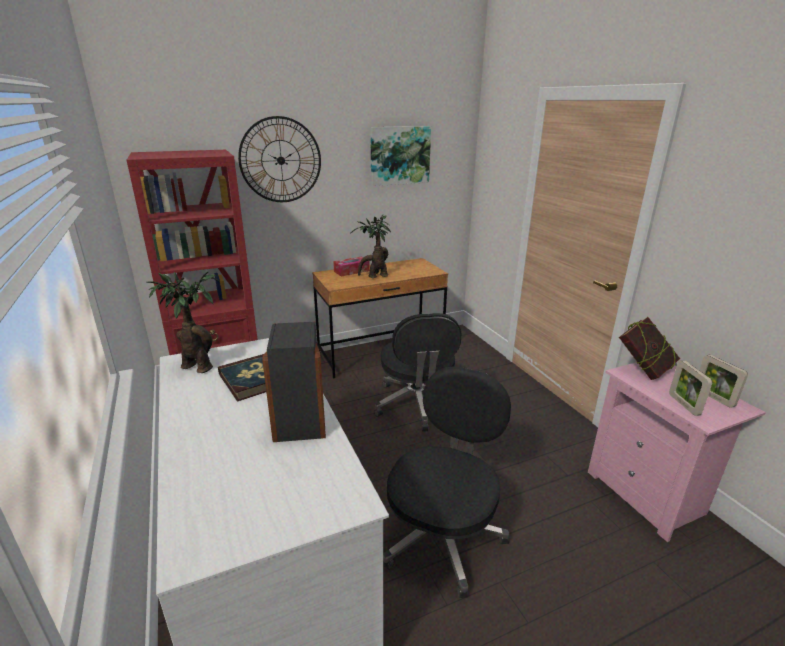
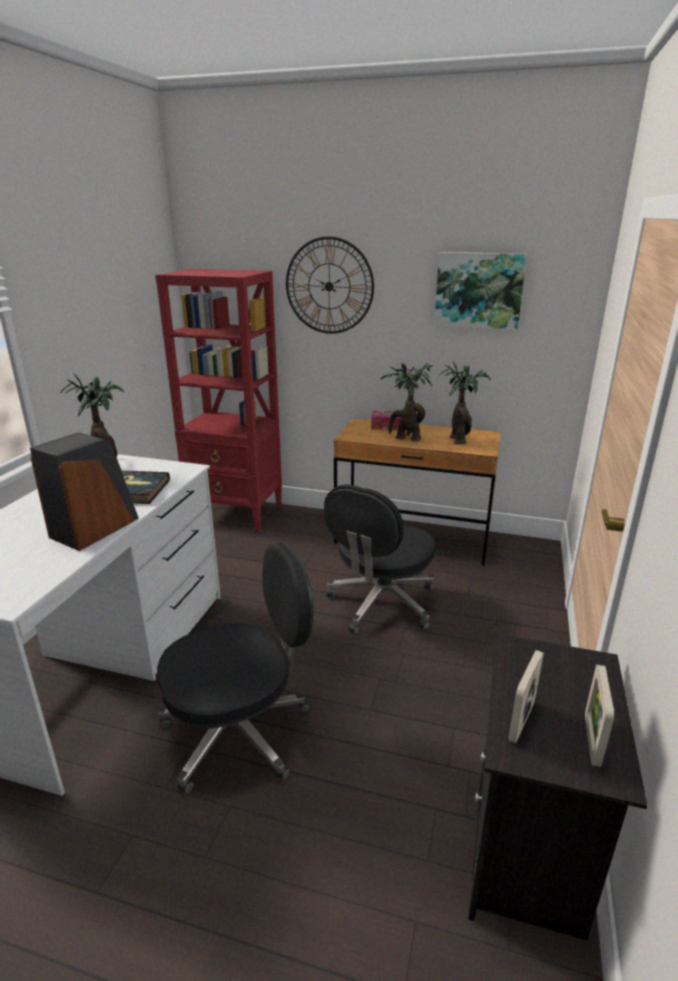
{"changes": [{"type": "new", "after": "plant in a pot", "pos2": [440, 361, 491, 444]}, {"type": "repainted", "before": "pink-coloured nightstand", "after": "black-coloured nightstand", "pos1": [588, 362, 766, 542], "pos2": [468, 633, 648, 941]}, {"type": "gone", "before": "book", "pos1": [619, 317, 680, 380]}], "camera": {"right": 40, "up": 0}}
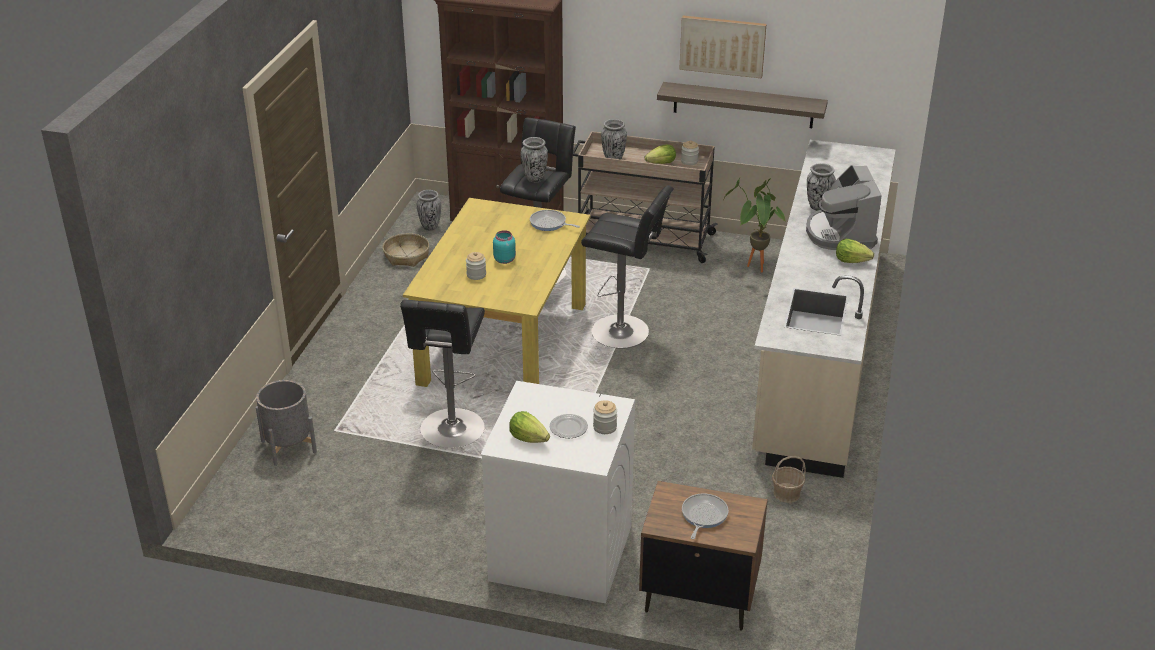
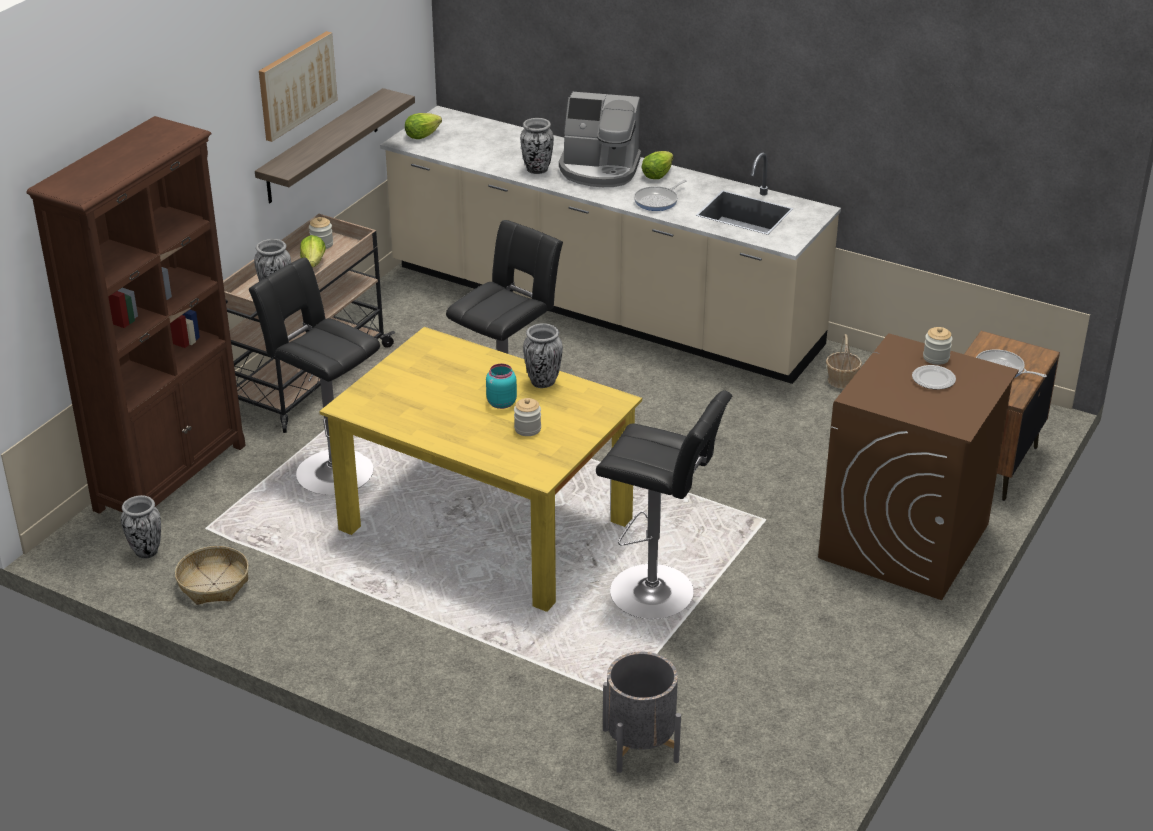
{"changes": [{"type": "shifted", "before": "lettuce head", "pos1": [509, 411, 550, 443], "pos2": [405, 113, 442, 139]}, {"type": "shifted", "before": "decorative vase", "pos1": [521, 137, 548, 183], "pos2": [523, 323, 563, 388]}, {"type": "shifted", "before": "skillet", "pos1": [530, 210, 580, 231], "pos2": [634, 180, 687, 211]}, {"type": "repainted", "before": "white-coloured laundry machine", "after": "brown-coloured laundry machine", "pos1": [480, 381, 635, 603], "pos2": [818, 334, 1019, 600]}, {"type": "gone", "before": "plant in a pot", "pos1": [723, 178, 786, 273]}], "camera": {"right": -75, "up": 0}}
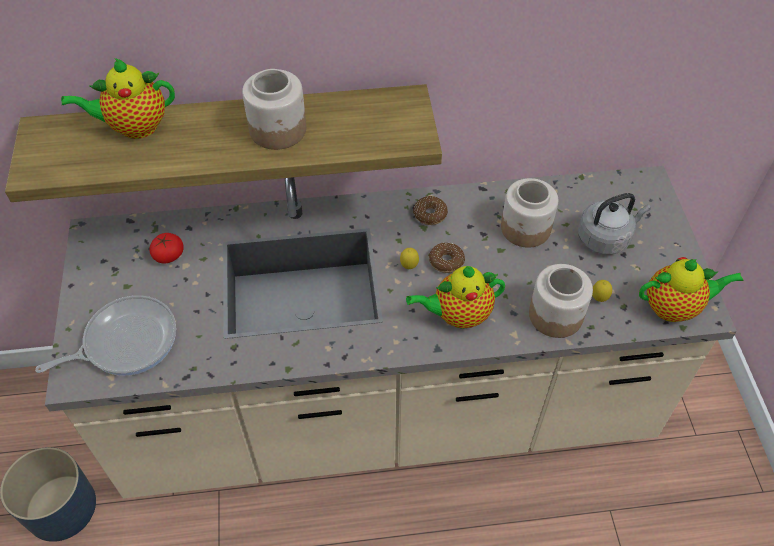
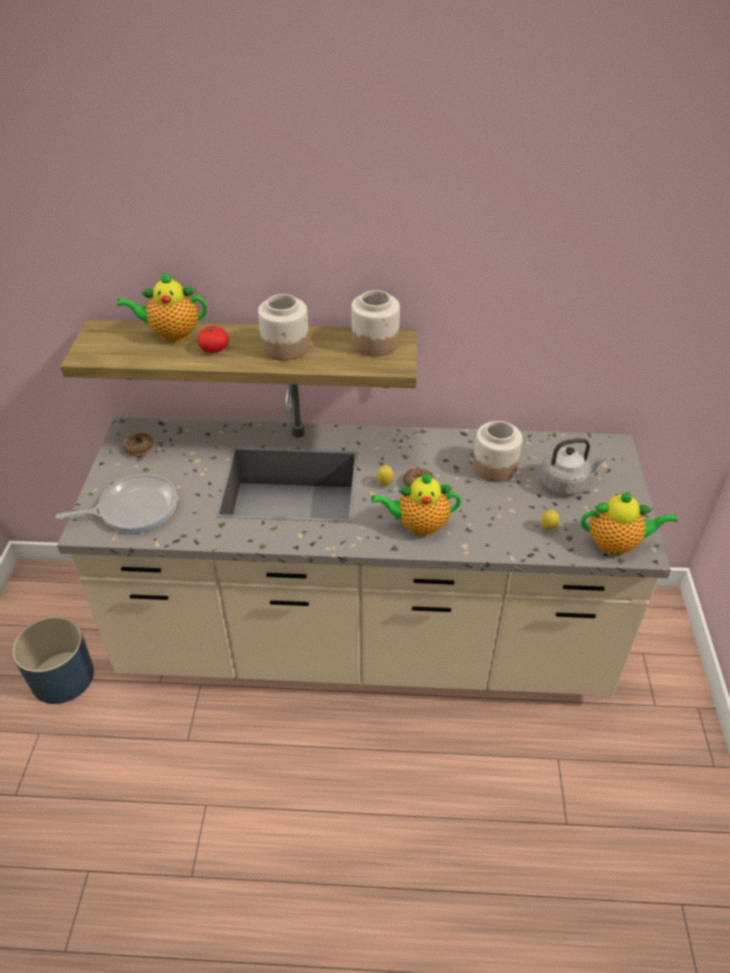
{"changes": [{"type": "shifted", "before": "doughnut", "pos1": [413, 196, 448, 225], "pos2": [123, 433, 154, 456]}, {"type": "shifted", "before": "whole tomato", "pos1": [150, 233, 184, 264], "pos2": [197, 326, 229, 353]}, {"type": "shifted", "before": "storage jar", "pos1": [529, 264, 593, 338], "pos2": [351, 290, 400, 357]}], "camera": {"right": 10, "up": -10}}
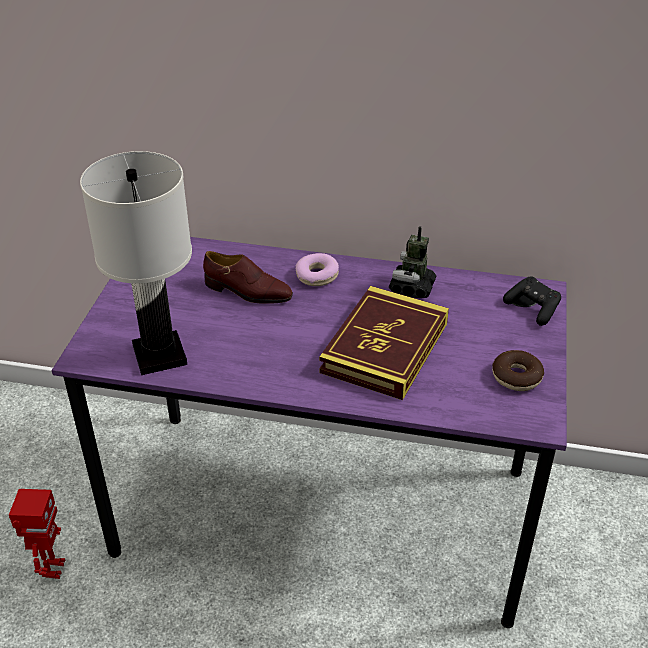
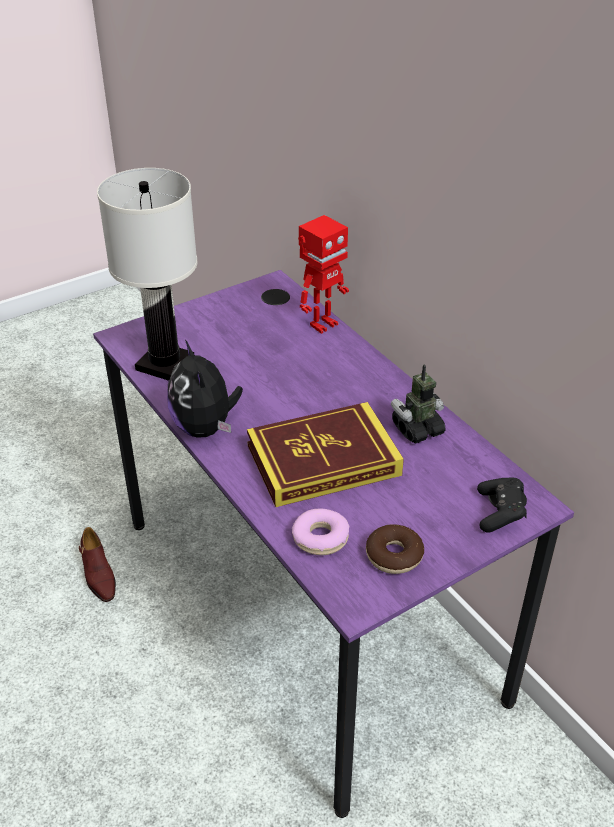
{"changes": [{"type": "shifted", "before": "brown-coloured shoe", "pos1": [203, 251, 293, 304], "pos2": [79, 527, 116, 602]}, {"type": "new", "after": "cuddly toy", "pos2": [167, 340, 243, 438]}, {"type": "shifted", "before": "doughnut", "pos1": [295, 253, 339, 286], "pos2": [292, 508, 349, 555]}, {"type": "shifted", "before": "model robot", "pos1": [9, 489, 65, 579], "pos2": [298, 215, 349, 334]}], "camera": {"right": 45, "up": 0}}
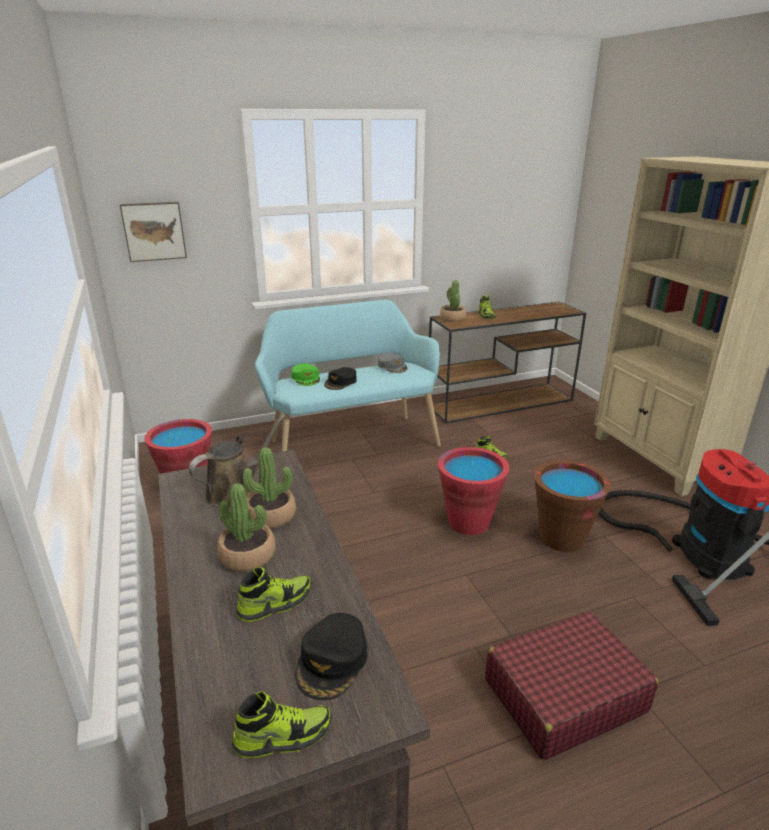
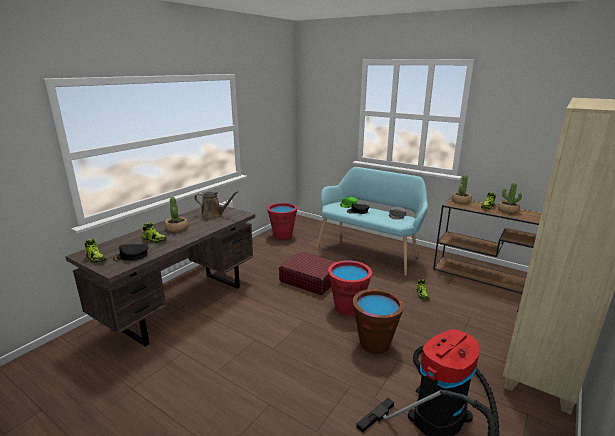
{"changes": [{"type": "shifted", "before": "red-coloured suitcase", "pos1": [485, 611, 659, 760], "pos2": [279, 252, 336, 295]}, {"type": "shifted", "before": "plant in a pot", "pos1": [243, 447, 296, 529], "pos2": [498, 182, 522, 214]}, {"type": "gone", "before": "wall art", "pos1": [120, 202, 187, 262]}], "camera": {"right": 55, "up": -5}}
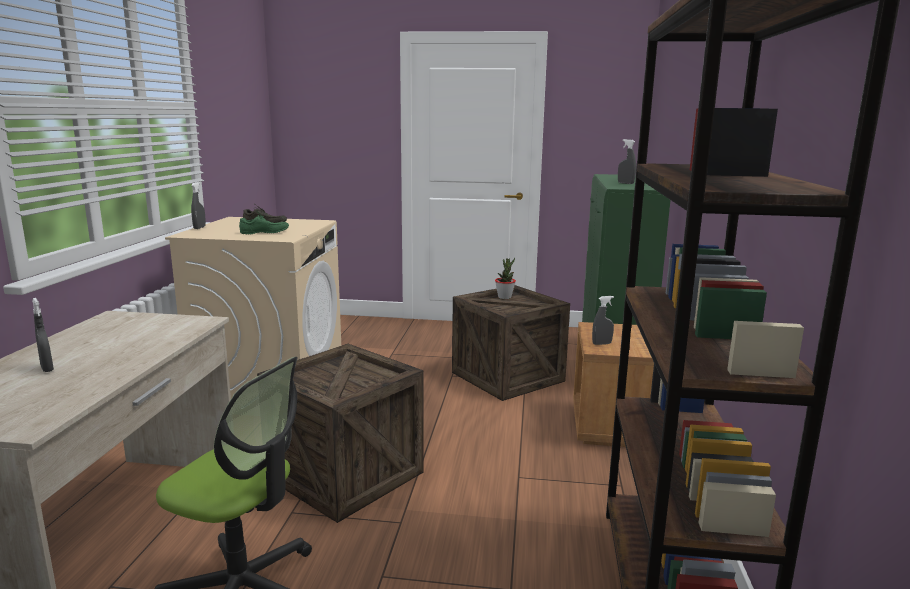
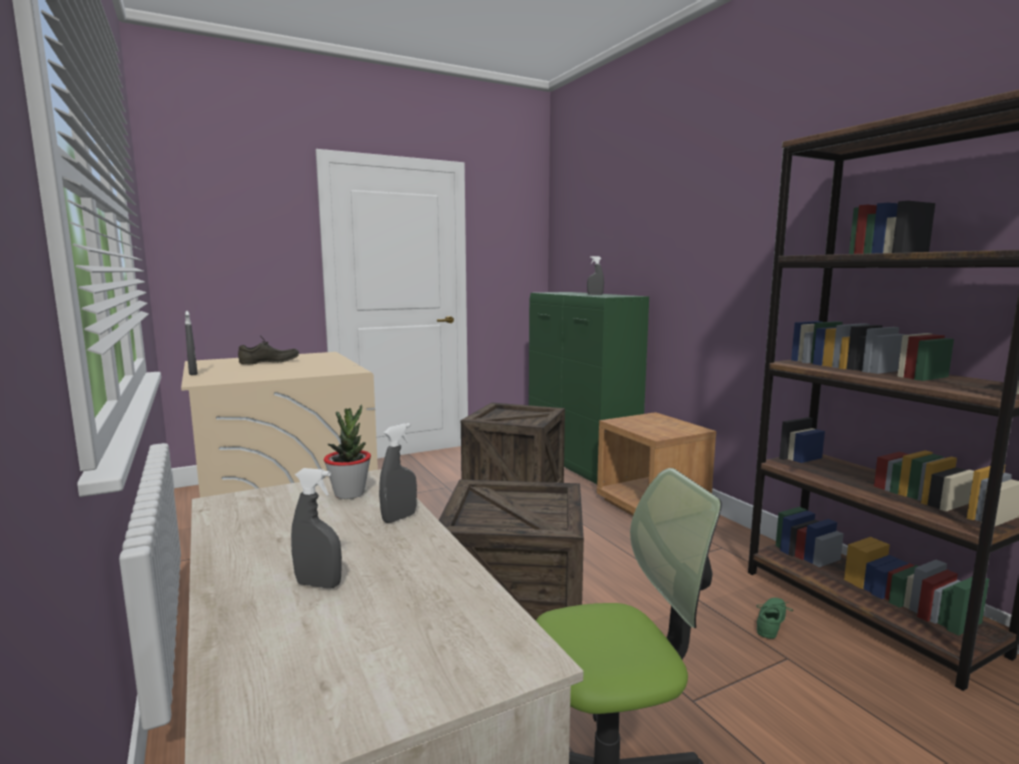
{"changes": [{"type": "shifted", "before": "plant in a pot", "pos1": [495, 258, 516, 299], "pos2": [324, 405, 371, 499]}, {"type": "shifted", "before": "gray sprayer", "pos1": [592, 296, 614, 345], "pos2": [379, 423, 417, 523]}, {"type": "shifted", "before": "green-coloured shoe", "pos1": [239, 210, 289, 235], "pos2": [756, 598, 793, 639]}], "camera": {"right": -35, "up": -5}}
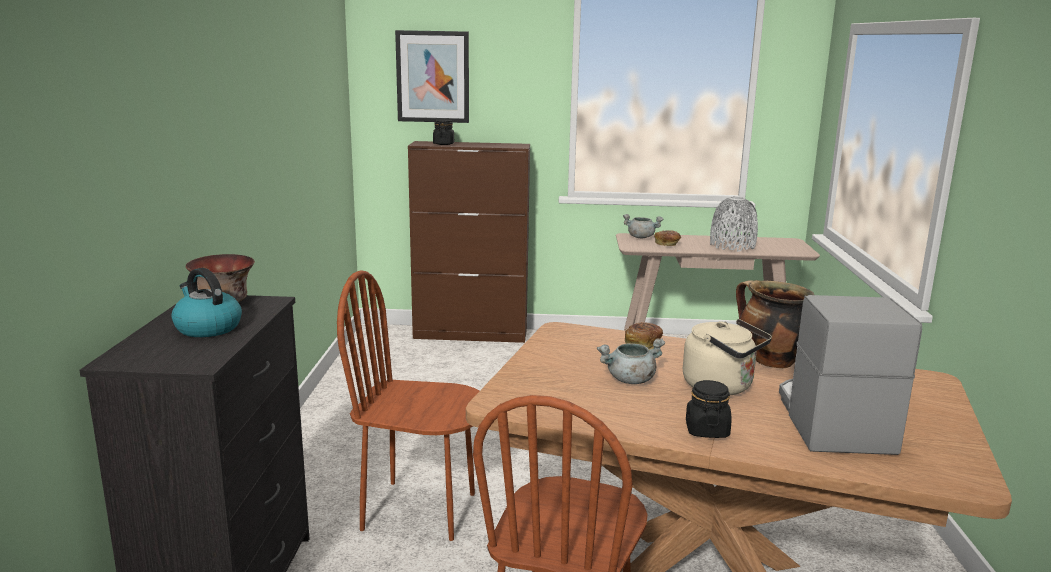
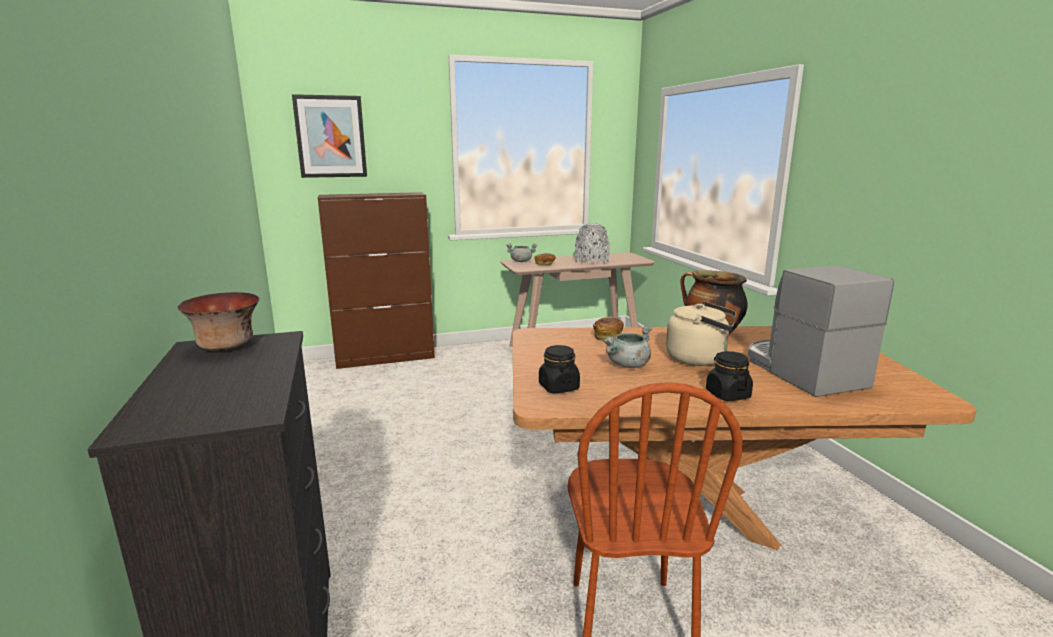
{"changes": [{"type": "shifted", "before": "black-coloured storage jar", "pos1": [433, 119, 454, 145], "pos2": [539, 345, 580, 393]}, {"type": "gone", "before": "tea kettle", "pos1": [172, 268, 242, 337]}, {"type": "gone", "before": "brown-coloured chair", "pos1": [337, 270, 479, 541]}], "camera": {"right": -20, "up": 0}}
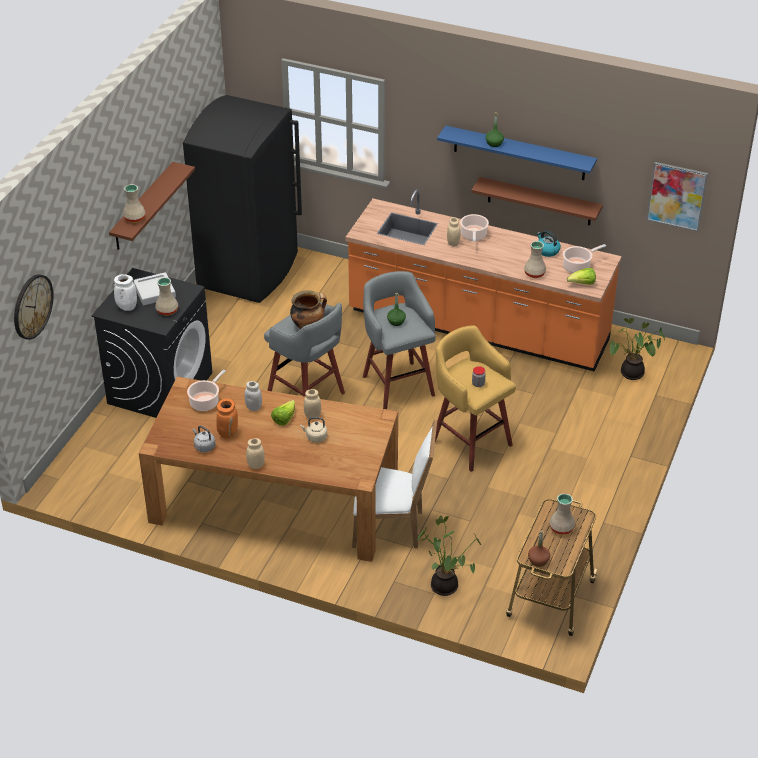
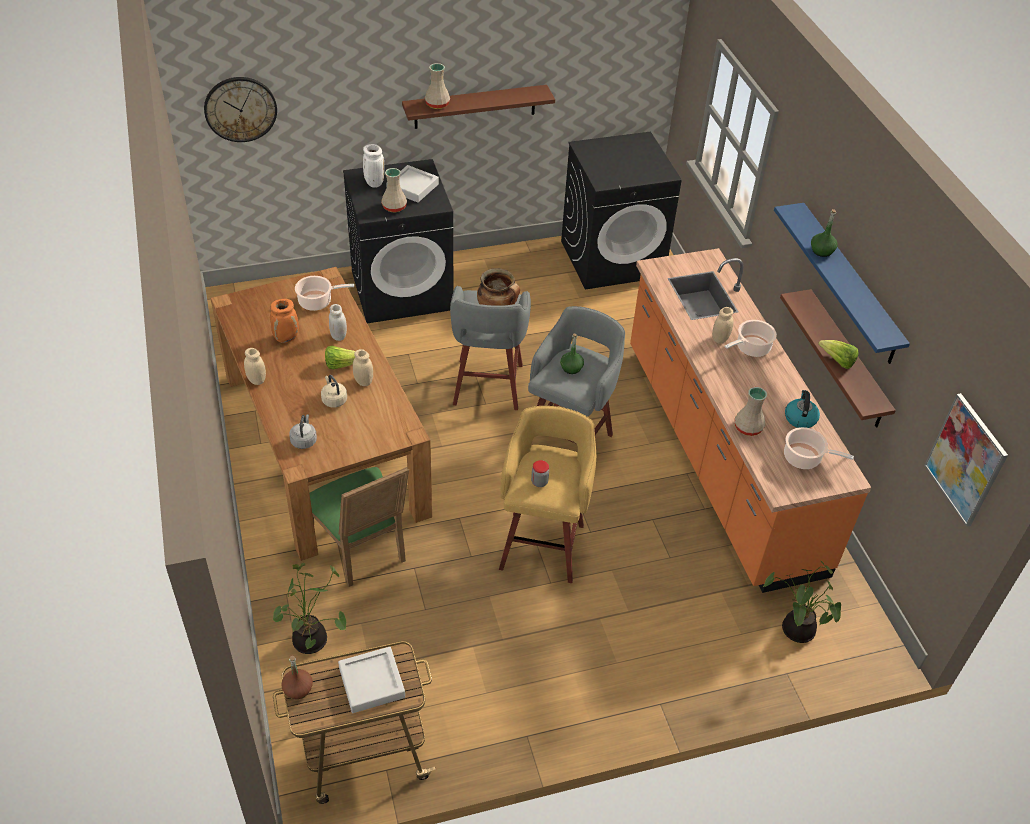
{"changes": [{"type": "shifted", "before": "gray tea kettle", "pos1": [193, 426, 215, 452], "pos2": [289, 414, 317, 449]}, {"type": "repainted", "before": "white-coloured chair", "after": "green-coloured chair", "pos1": [352, 419, 437, 548], "pos2": [309, 467, 409, 587]}, {"type": "swapped", "before": "beige decorative vase", "after": "gray serving tray", "pos1": [549, 493, 575, 535], "pos2": [338, 647, 405, 713]}, {"type": "swapped", "before": "black-coloured fridge", "after": "black-coloured laundry machine", "pos1": [183, 95, 302, 303], "pos2": [561, 132, 682, 290]}, {"type": "shifted", "before": "lettuce head", "pos1": [567, 268, 596, 285], "pos2": [818, 340, 859, 369]}], "camera": {"right": 50, "up": 5}}
